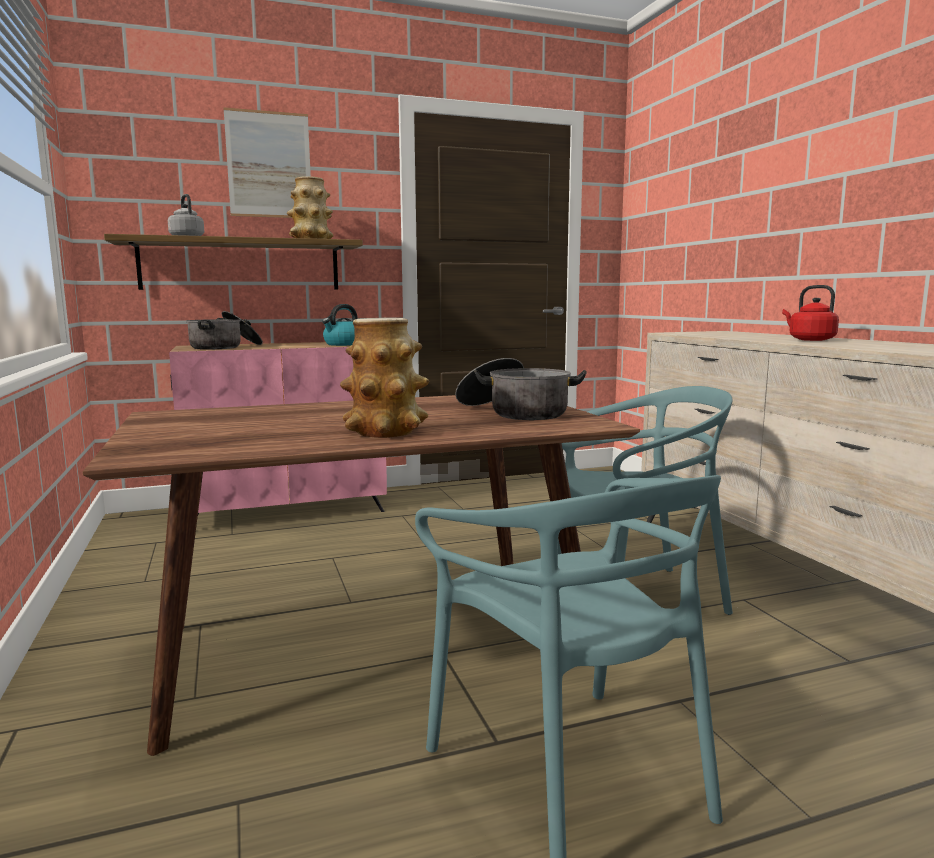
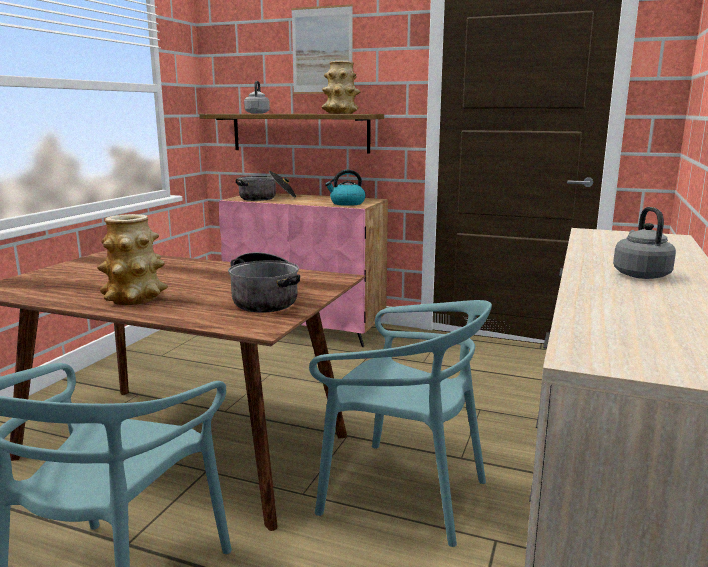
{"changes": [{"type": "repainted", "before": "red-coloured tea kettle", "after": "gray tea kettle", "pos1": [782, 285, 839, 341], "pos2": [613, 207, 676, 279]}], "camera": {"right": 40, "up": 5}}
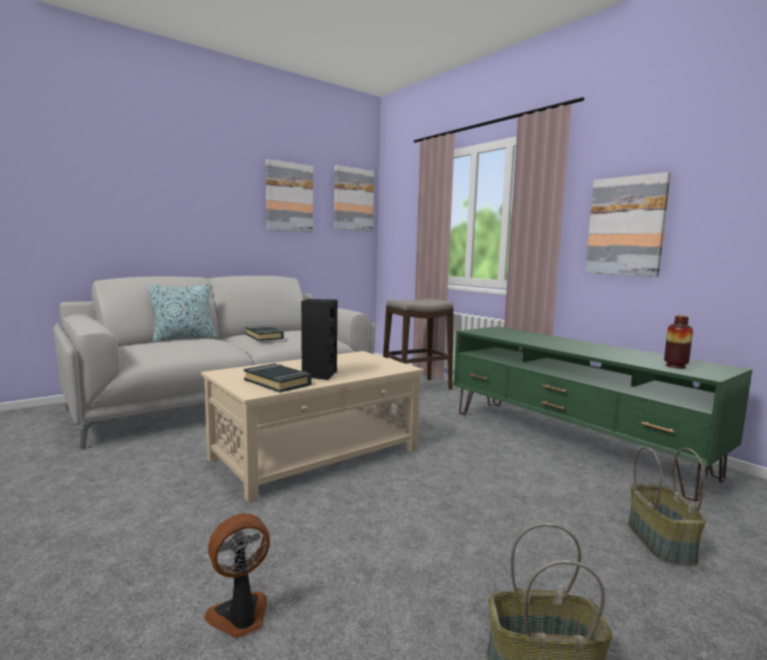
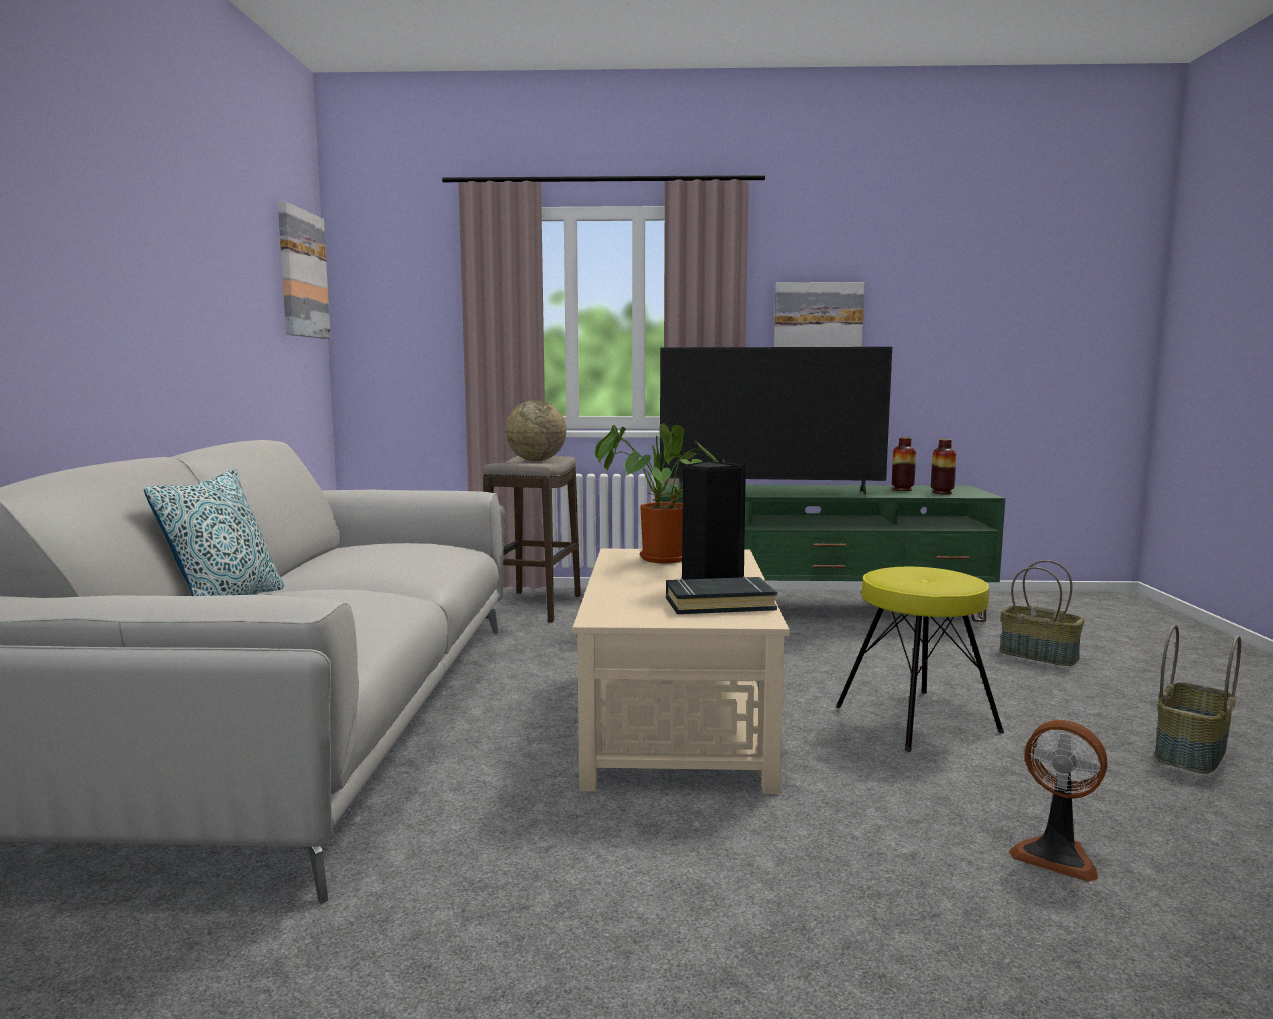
{"changes": [{"type": "new", "after": "globe", "pos2": [505, 400, 566, 461]}, {"type": "new", "after": "plant in a pot", "pos2": [595, 424, 725, 563]}, {"type": "new", "after": "TV set", "pos2": [660, 347, 892, 494]}, {"type": "new", "after": "yellowish sitting stool", "pos2": [836, 567, 1004, 752]}, {"type": "new", "after": "decorative vase", "pos2": [892, 437, 916, 491]}, {"type": "rotated", "before": "fan", "pos1": [204, 513, 270, 638], "pos2": [1009, 720, 1108, 882], "turn": -60}, {"type": "gone", "before": "black-coloured book", "pos1": [246, 326, 284, 341]}, {"type": "gone", "before": "wall art", "pos1": [266, 159, 313, 232]}], "camera": {"right": -50, "up": 0}}
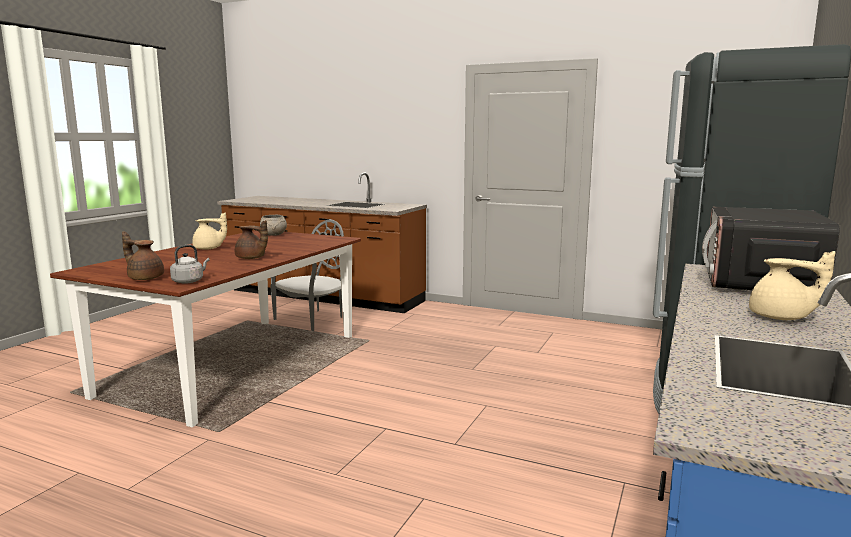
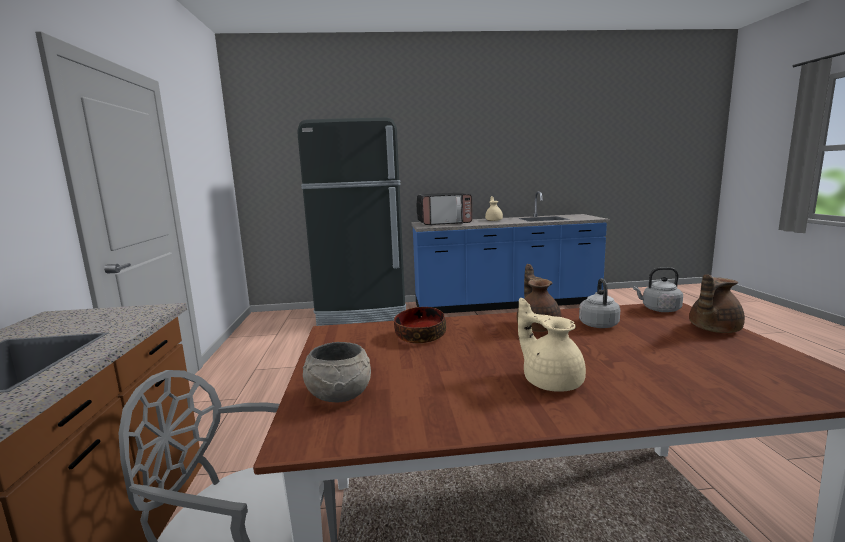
{"changes": [{"type": "new", "after": "deep dish", "pos2": [394, 307, 446, 344]}, {"type": "new", "after": "gray tea kettle", "pos2": [579, 278, 620, 328]}, {"type": "rotated", "before": "brown-coloured pot for tea", "pos1": [122, 232, 164, 280], "pos2": [689, 274, 745, 333], "turn": 60}], "camera": {"right": -120, "up": 0}}
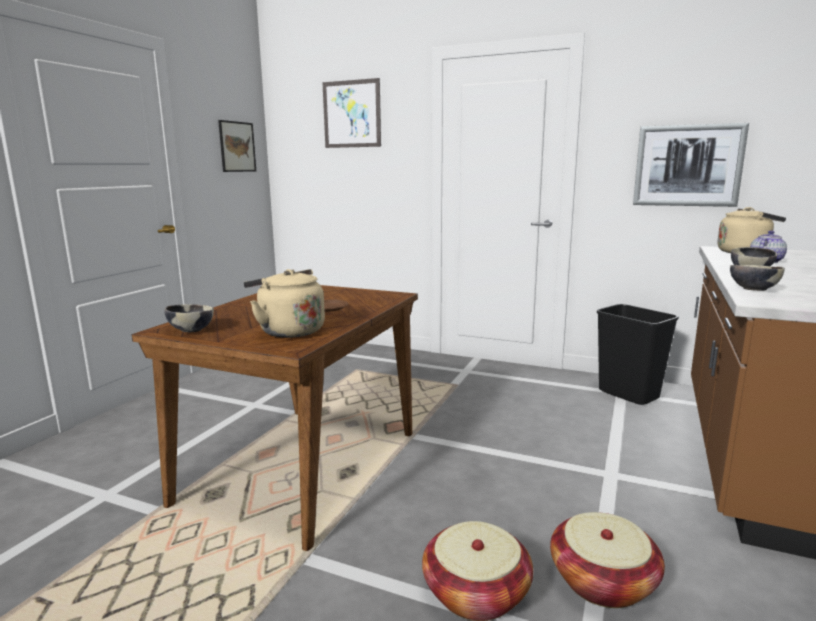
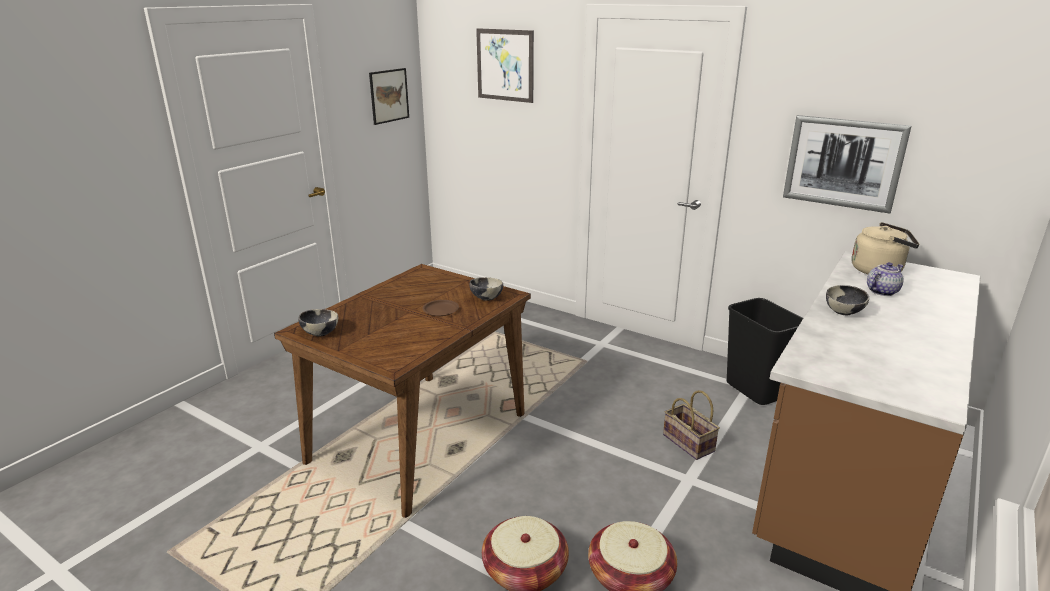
{"changes": [{"type": "shifted", "before": "deep dish", "pos1": [730, 265, 785, 291], "pos2": [469, 277, 503, 301]}, {"type": "new", "after": "basket", "pos2": [663, 390, 720, 460]}, {"type": "gone", "before": "beige tea kettle", "pos1": [244, 269, 325, 338]}], "camera": {"right": 10, "up": 10}}
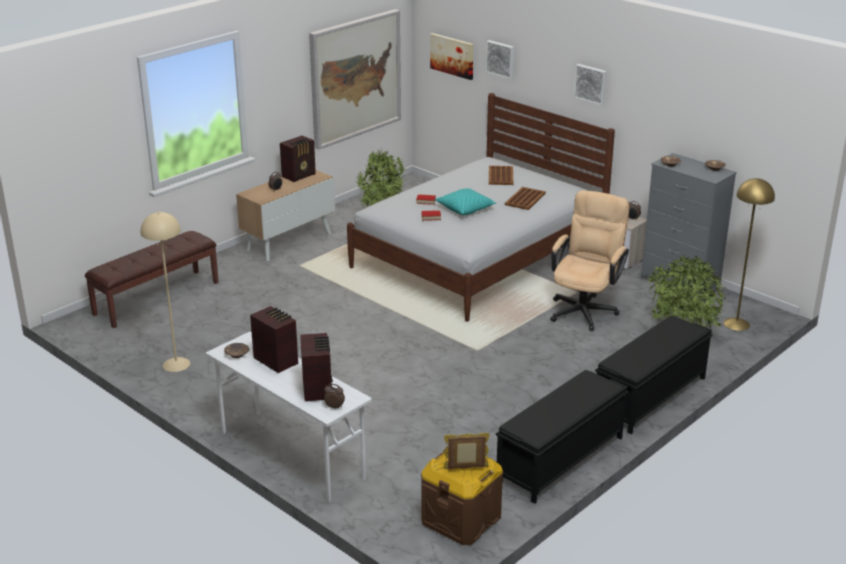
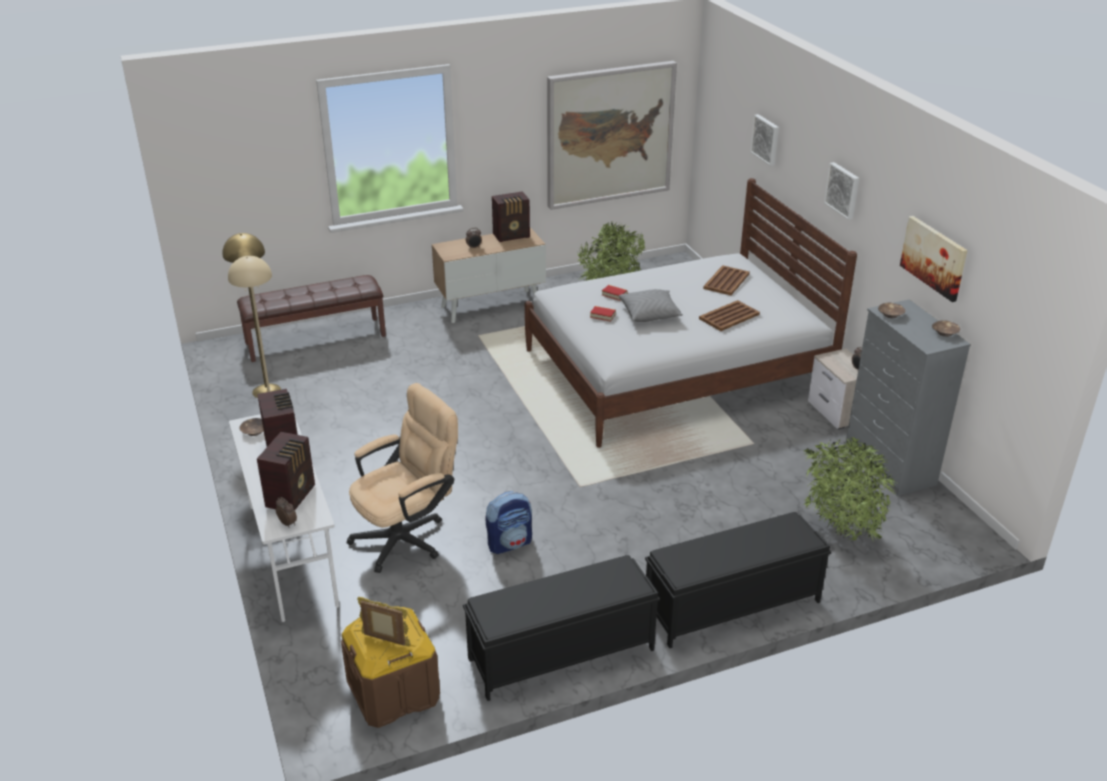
{"changes": [{"type": "shifted", "before": "yellowish standing lamp", "pos1": [723, 178, 775, 331], "pos2": [223, 233, 281, 398]}, {"type": "shifted", "before": "beige office chair", "pos1": [550, 190, 629, 331], "pos2": [347, 383, 458, 573]}, {"type": "new", "after": "rucksack", "pos2": [486, 491, 532, 554]}, {"type": "repainted", "before": "turquoise pillow", "after": "gray pillow", "pos1": [435, 188, 496, 215], "pos2": [619, 289, 683, 322]}, {"type": "shifted", "before": "wall art", "pos1": [430, 33, 474, 80], "pos2": [900, 216, 968, 302]}], "camera": {"right": 25, "up": 5}}
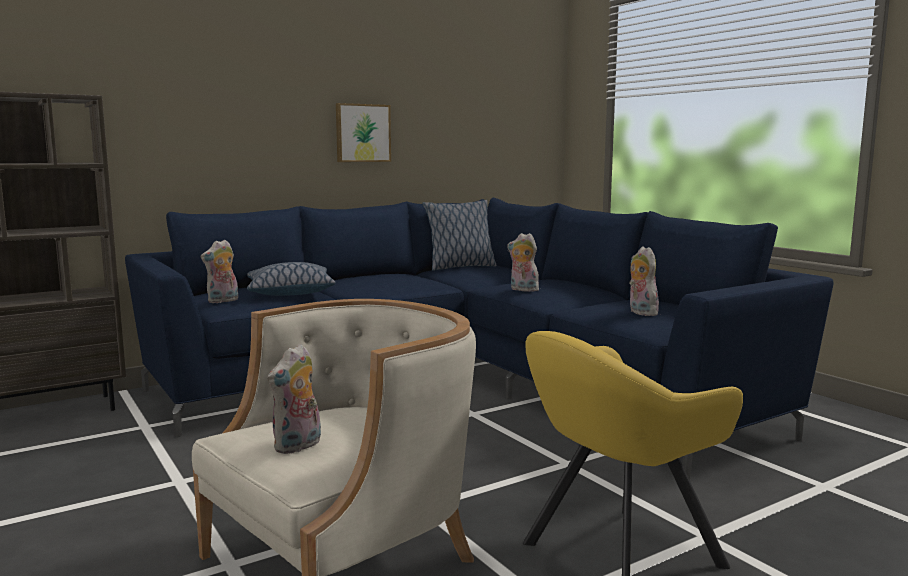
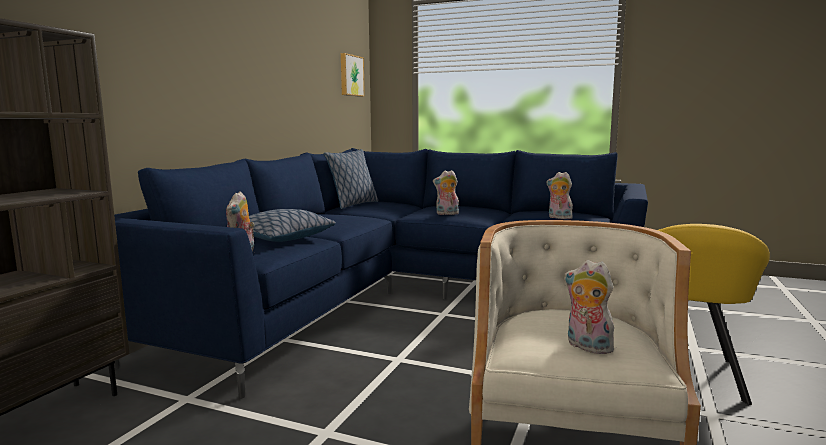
{"changes": [{"type": "shifted", "before": "wall art", "pos1": [336, 103, 391, 162], "pos2": [341, 53, 365, 97]}, {"type": "rotated", "before": "cuddly toy", "pos1": [267, 344, 321, 454], "pos2": [564, 260, 618, 354], "turn": 135}], "camera": {"right": -35, "up": 0}}
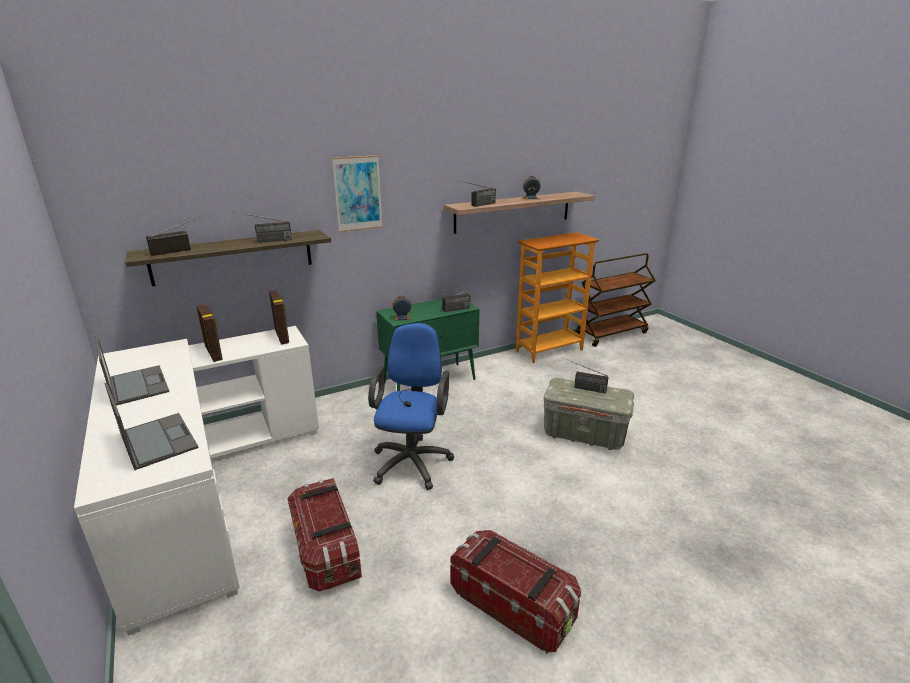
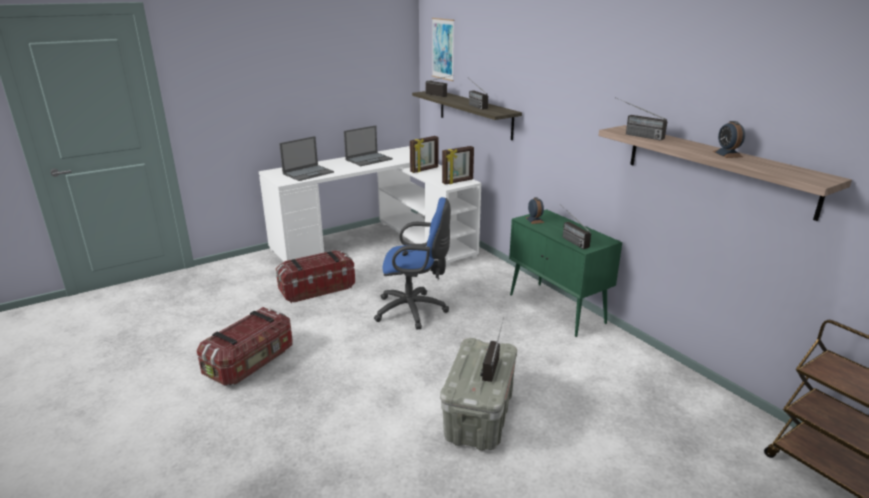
{"changes": [{"type": "shifted", "before": "wall art", "pos1": [332, 155, 383, 232], "pos2": [432, 18, 454, 81]}, {"type": "gone", "before": "bookcase", "pos1": [516, 232, 599, 363]}], "camera": {"right": 85, "up": 0}}
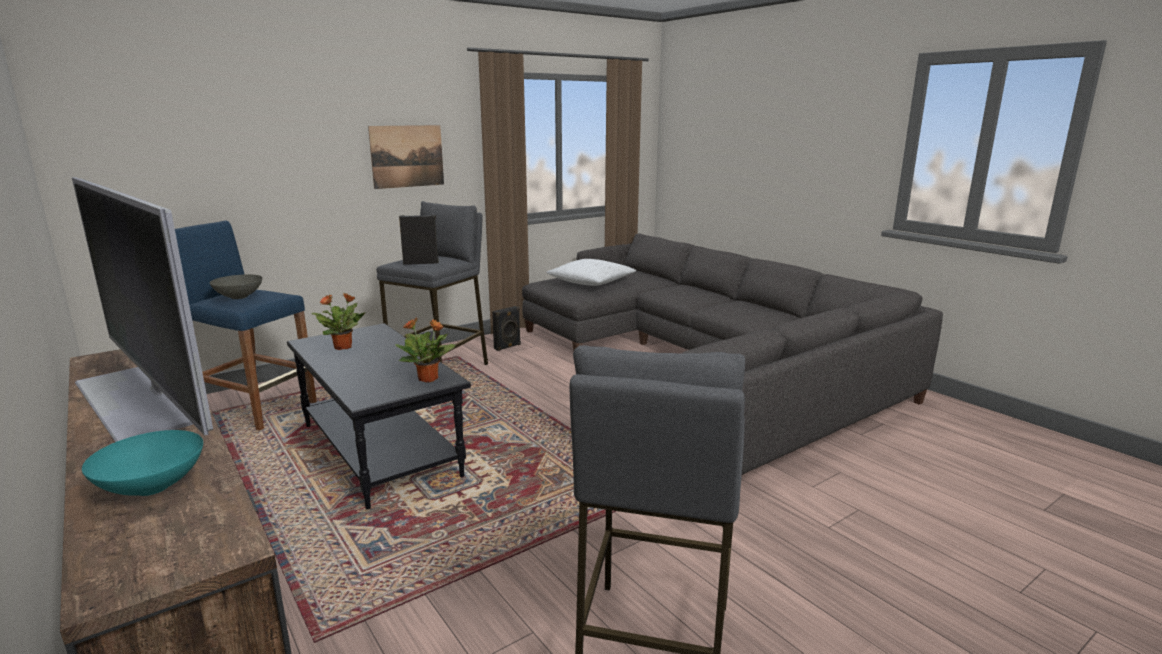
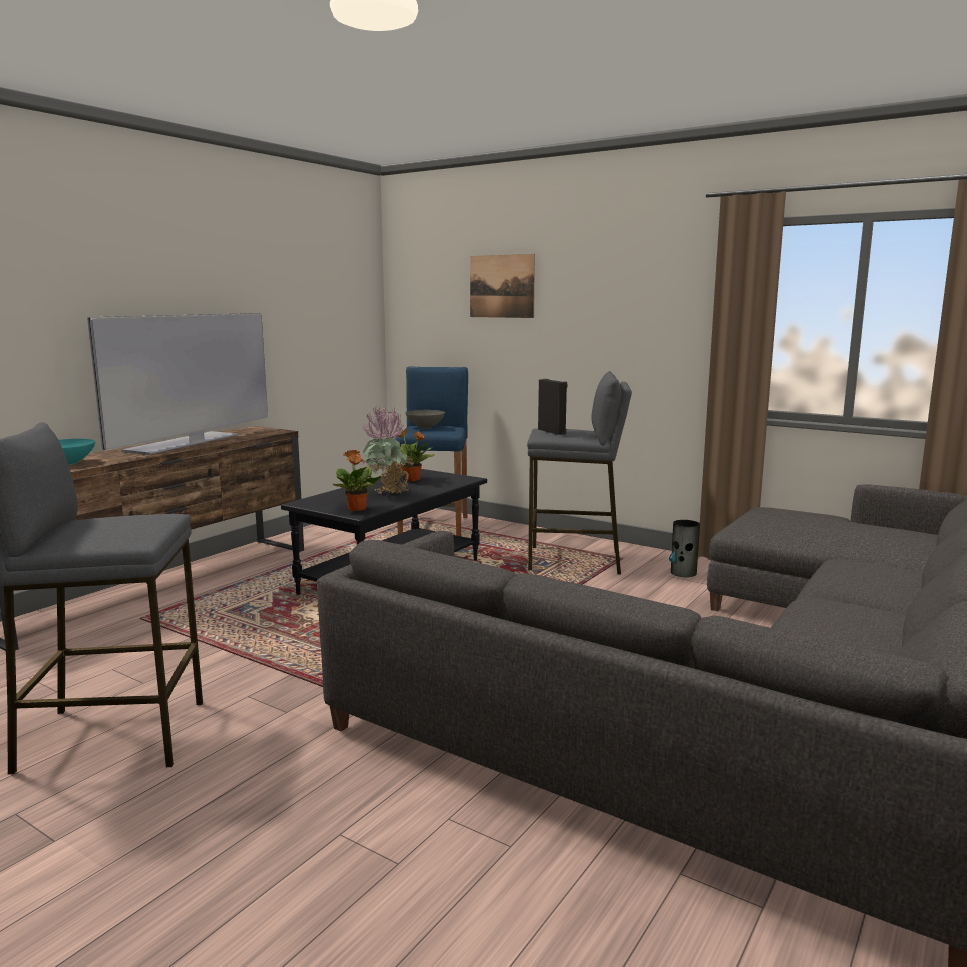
{"changes": [{"type": "new", "after": "plant in a pot", "pos2": [361, 406, 414, 494]}, {"type": "shifted", "before": "wall art", "pos1": [368, 125, 444, 189], "pos2": [470, 254, 535, 318]}, {"type": "swapped", "before": "black-coloured loudspeaker", "after": "decorative vase", "pos1": [492, 306, 521, 351], "pos2": [669, 520, 700, 577]}, {"type": "gone", "before": "white-coloured pillow", "pos1": [546, 259, 636, 286]}], "camera": {"right": 70, "up": -5}}
